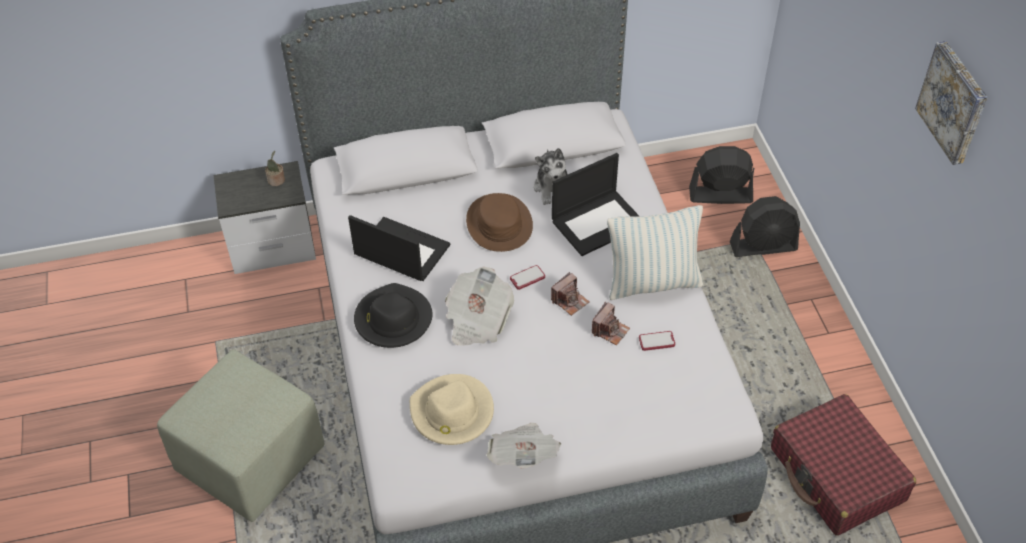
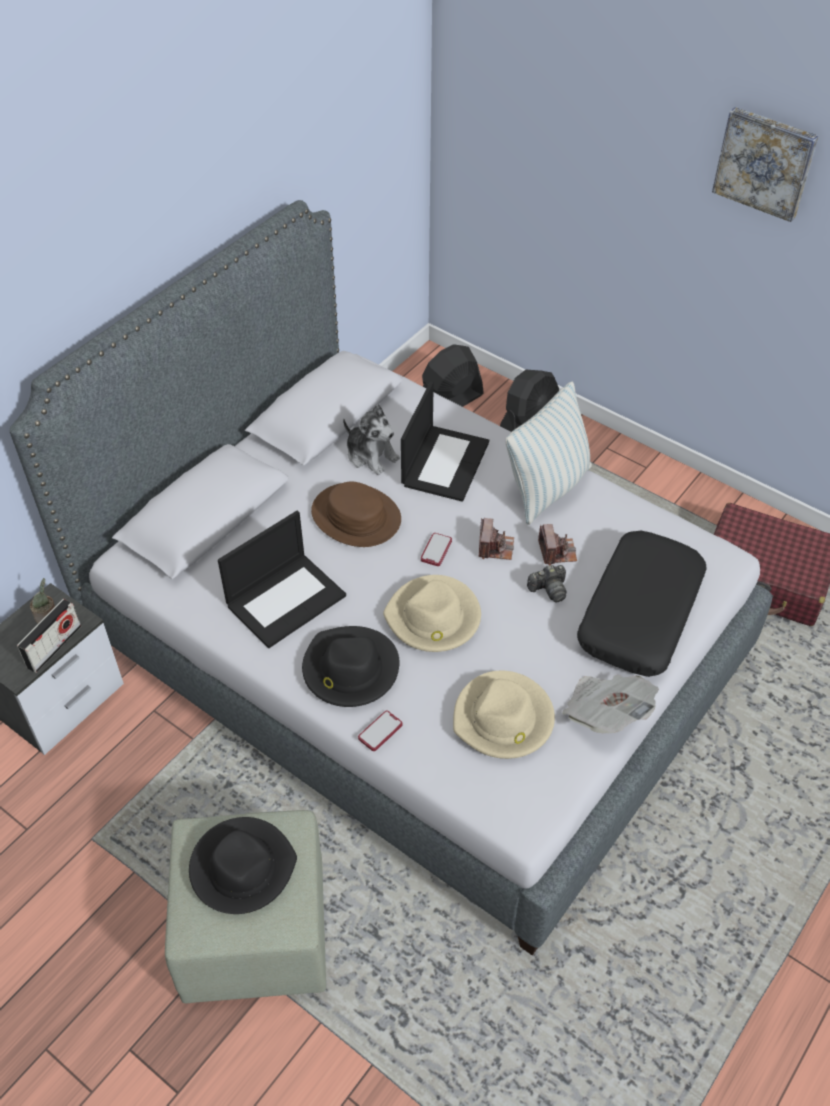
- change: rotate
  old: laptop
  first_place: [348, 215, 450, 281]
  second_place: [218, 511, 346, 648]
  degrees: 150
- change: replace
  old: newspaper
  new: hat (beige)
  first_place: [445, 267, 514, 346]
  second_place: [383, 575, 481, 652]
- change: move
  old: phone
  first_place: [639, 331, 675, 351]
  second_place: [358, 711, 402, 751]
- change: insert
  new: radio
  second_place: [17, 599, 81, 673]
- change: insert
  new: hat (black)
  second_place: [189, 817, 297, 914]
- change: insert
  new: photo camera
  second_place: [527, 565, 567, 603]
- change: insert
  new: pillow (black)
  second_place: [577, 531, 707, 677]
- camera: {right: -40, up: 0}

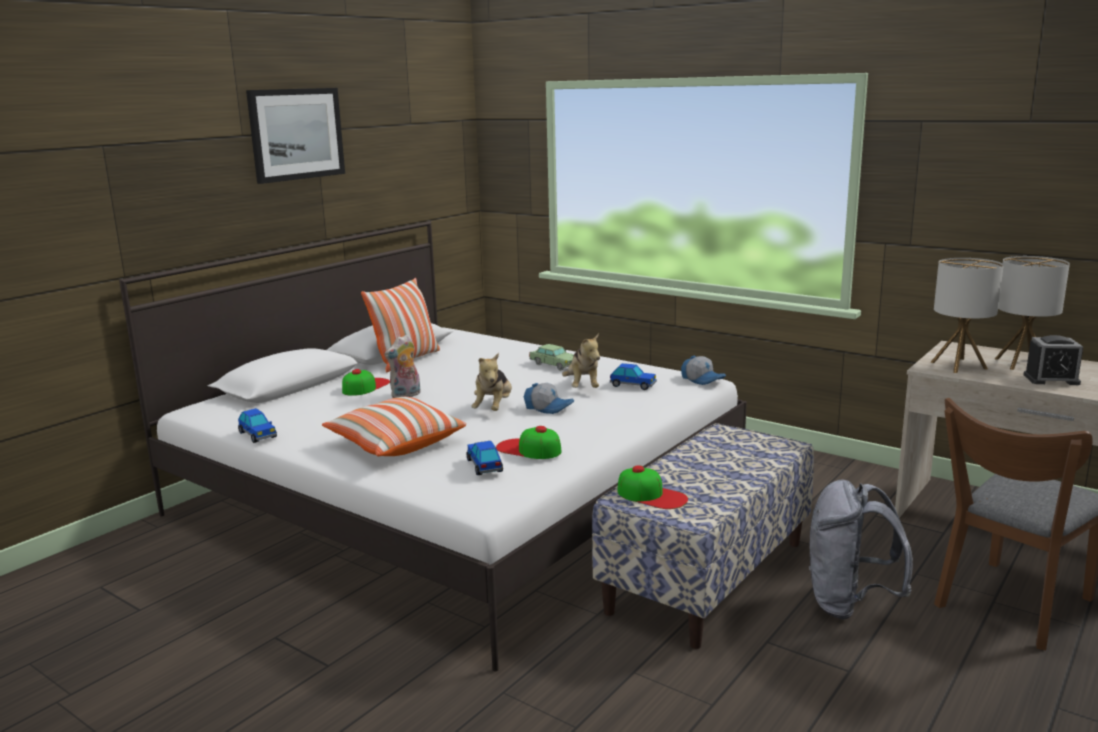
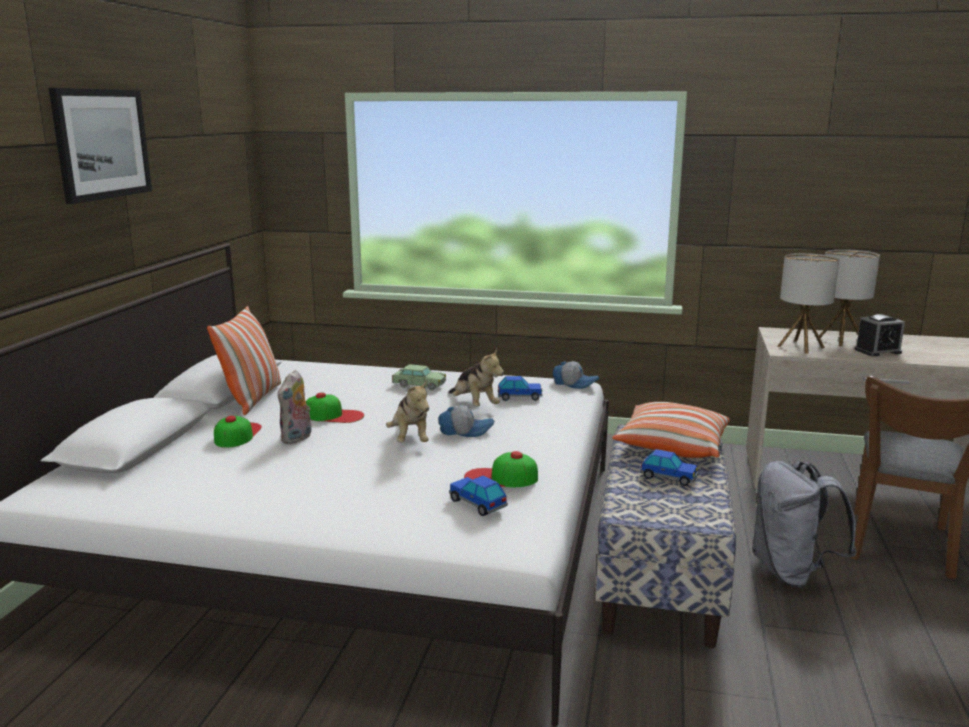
- change: move
  old: toy car
  first_place: [238, 408, 277, 443]
  second_place: [640, 449, 698, 486]
- change: move
  old: pillow
  first_place: [322, 397, 466, 456]
  second_place: [612, 402, 729, 458]
- change: move
  old: cap
  first_place: [617, 465, 688, 509]
  second_place: [306, 393, 364, 423]
- camera: {right: -25, up: 0}

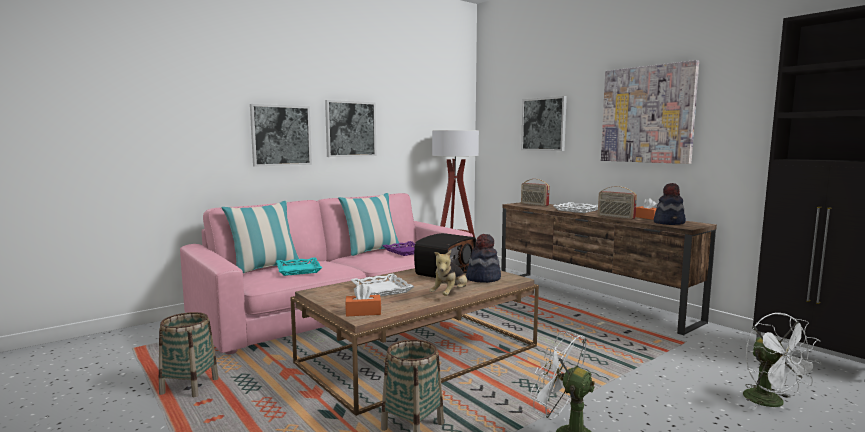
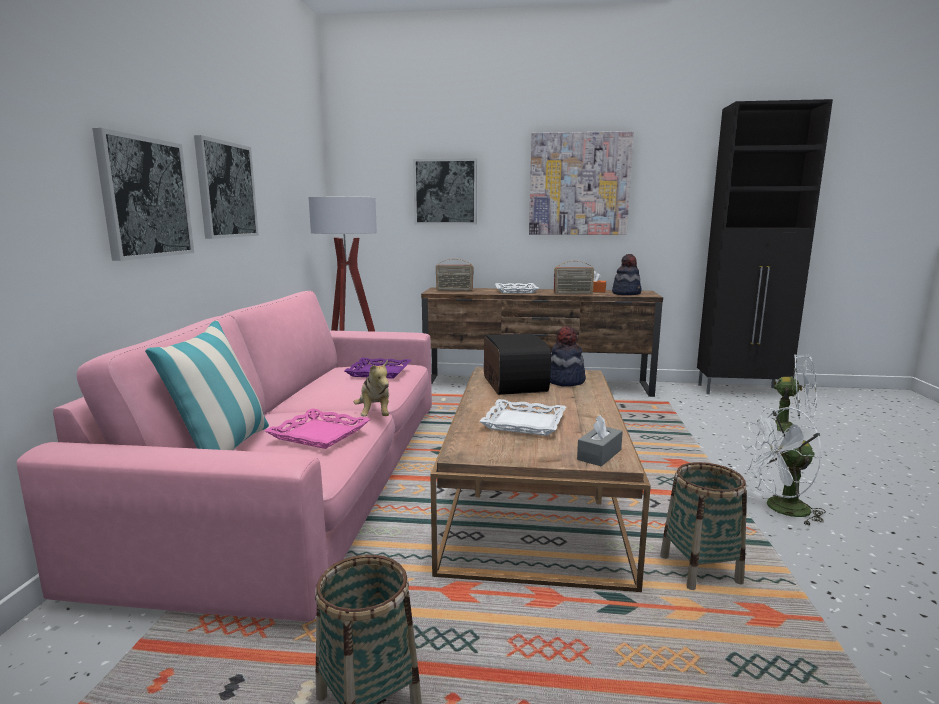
- change: recolor
  old: tray (turquoise)
  new: tray (pink)
  first_place: [276, 257, 322, 276]
  second_place: [265, 408, 370, 449]
- change: delete
  old: pillow
  first_place: [338, 193, 399, 256]
- change: recolor
  old: tissue box (orange)
  new: tissue box (grey)
  first_place: [345, 284, 381, 317]
  second_place: [577, 415, 623, 467]
- change: move
  old: plush toy
  first_place: [429, 250, 467, 296]
  second_place: [354, 360, 389, 416]
- camera: {right: -45, up: 5}

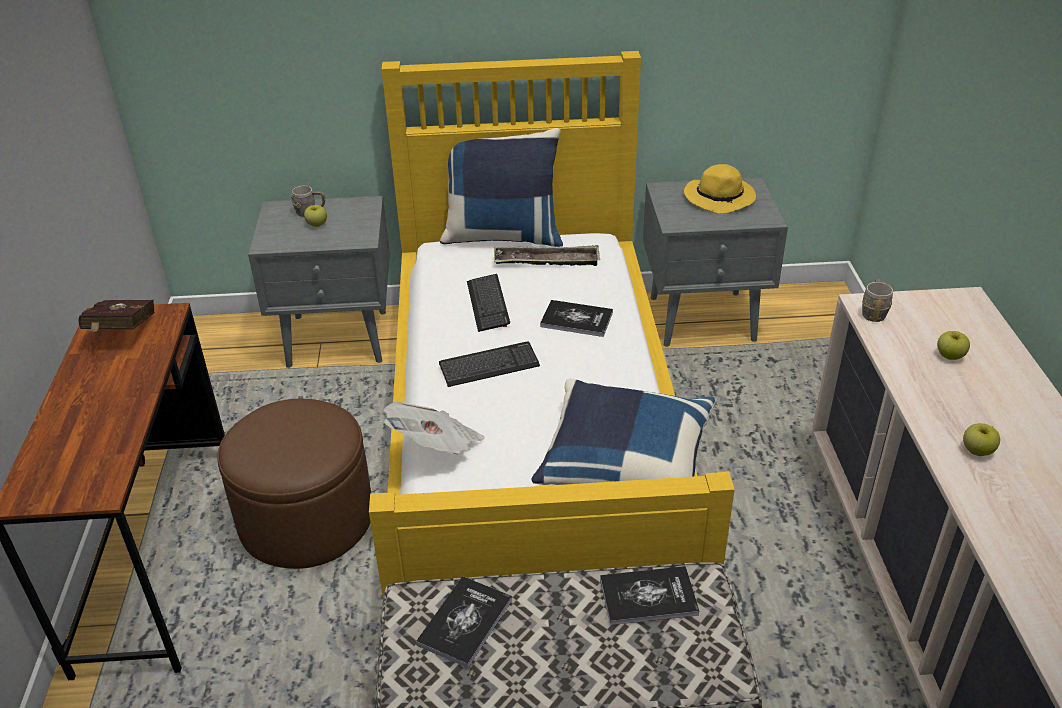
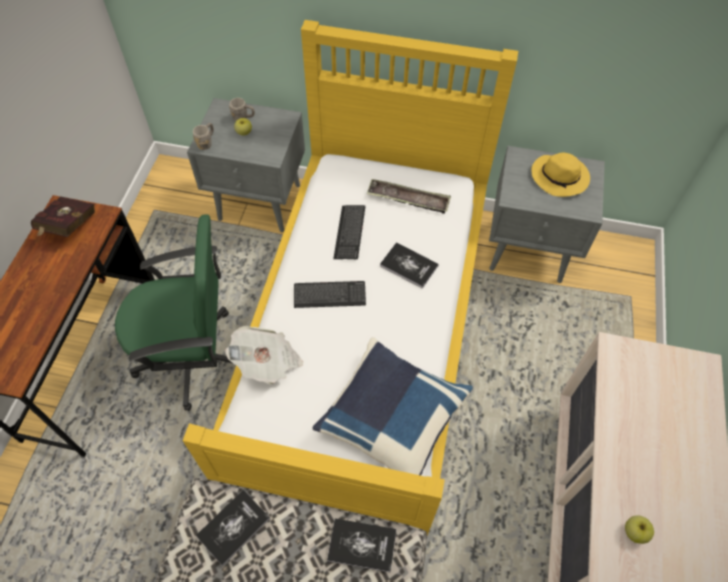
- change: replace
  old: ottoman (brown)
  new: office chair (green)
  first_place: [218, 399, 371, 569]
  second_place: [115, 214, 232, 411]
- change: delete
  old: pillow (blue)
  first_place: [440, 128, 563, 247]
- change: move
  old: mug (grey)
  first_place: [862, 279, 893, 322]
  second_place: [193, 123, 214, 150]
- change: delete
  old: apple
  first_place: [937, 331, 970, 360]
- camera: {right: 15, up: 20}

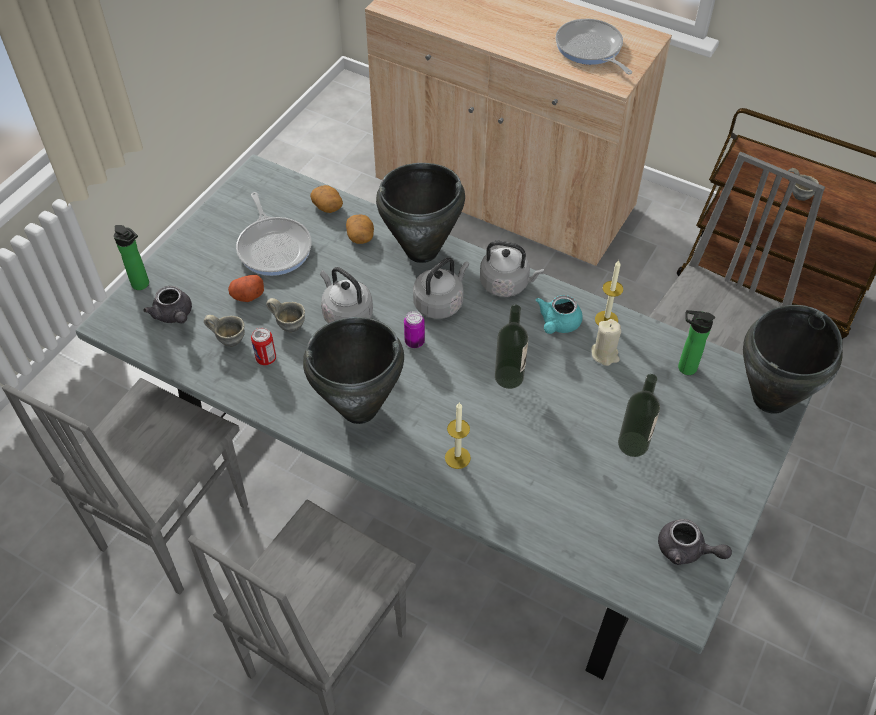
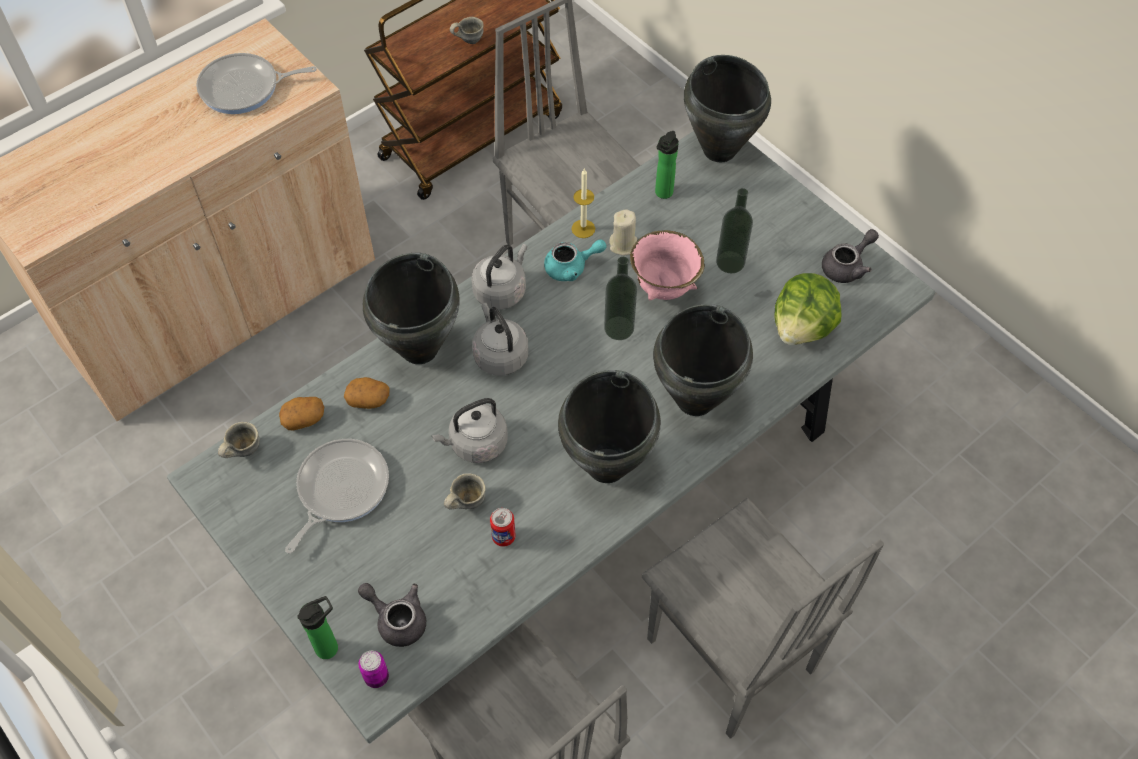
- change: rotate
  old: teapot (grey)
  first_place: [143, 286, 192, 323]
  second_place: [358, 583, 426, 647]
  degrees: -135
- change: move
  old: mug (grey)
  first_place: [204, 315, 245, 347]
  second_place: [218, 422, 260, 458]
- change: delete
  old: potato
  first_place: [228, 275, 264, 302]
- change: rotate
  old: frying pan
  first_place: [236, 192, 311, 276]
  second_place: [285, 439, 389, 554]
  degrees: -60
- change: move
  old: can
  first_place: [404, 311, 425, 348]
  second_place: [358, 651, 389, 688]
- change: replace
  old: candle
  new: cooking pot (black)
  first_place: [445, 402, 471, 469]
  second_place: [653, 304, 753, 416]
- change: rotate
  old: teapot (turquoise)
  first_place: [536, 295, 583, 334]
  second_place: [544, 239, 607, 281]
  degrees: -60
- change: insert
  new: bowl (pink)
  second_place: [630, 230, 705, 300]
- change: insert
  new: lettuce
  second_place: [774, 273, 842, 345]
- camera: {right: -70, up: 5}

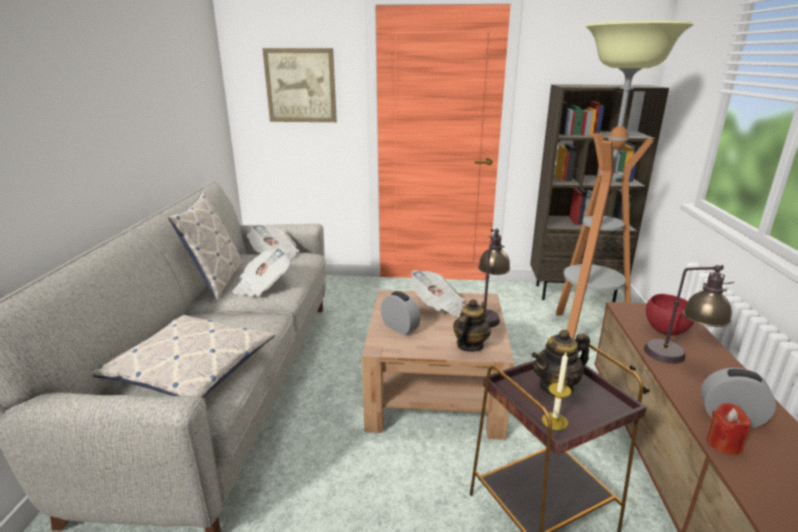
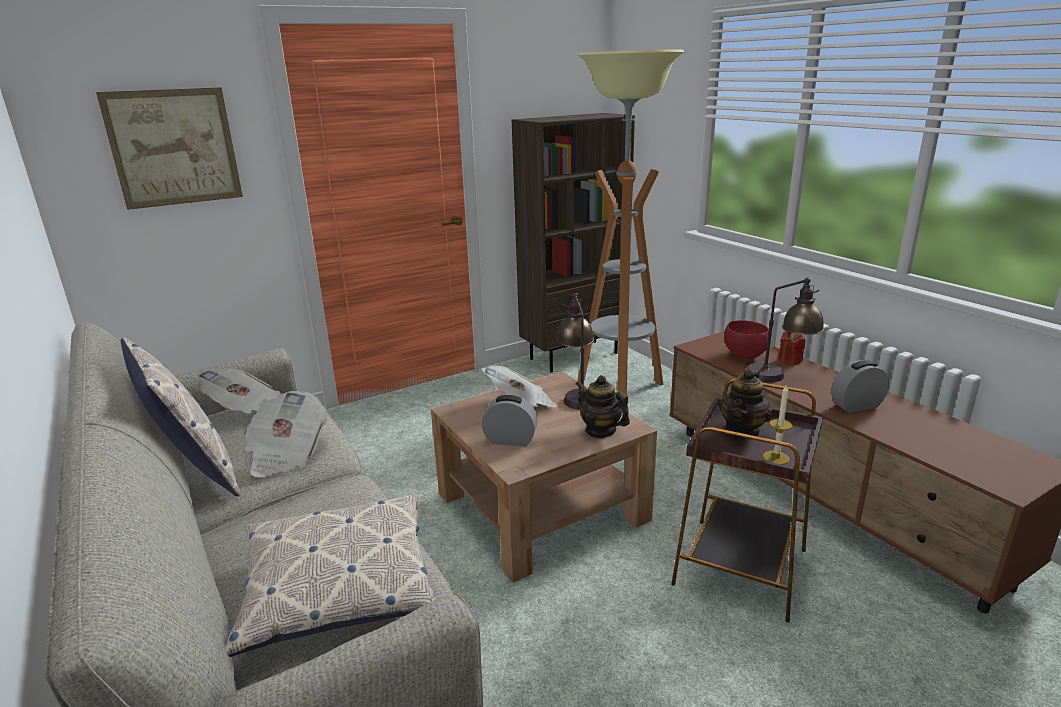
- change: rotate
  old: teapot
  first_place: [453, 299, 491, 352]
  second_place: [576, 375, 630, 438]
  degrees: -45
- change: move
  old: candle (red)
  first_place: [707, 403, 751, 455]
  second_place: [779, 331, 805, 365]
- camera: {right: -35, up: 0}

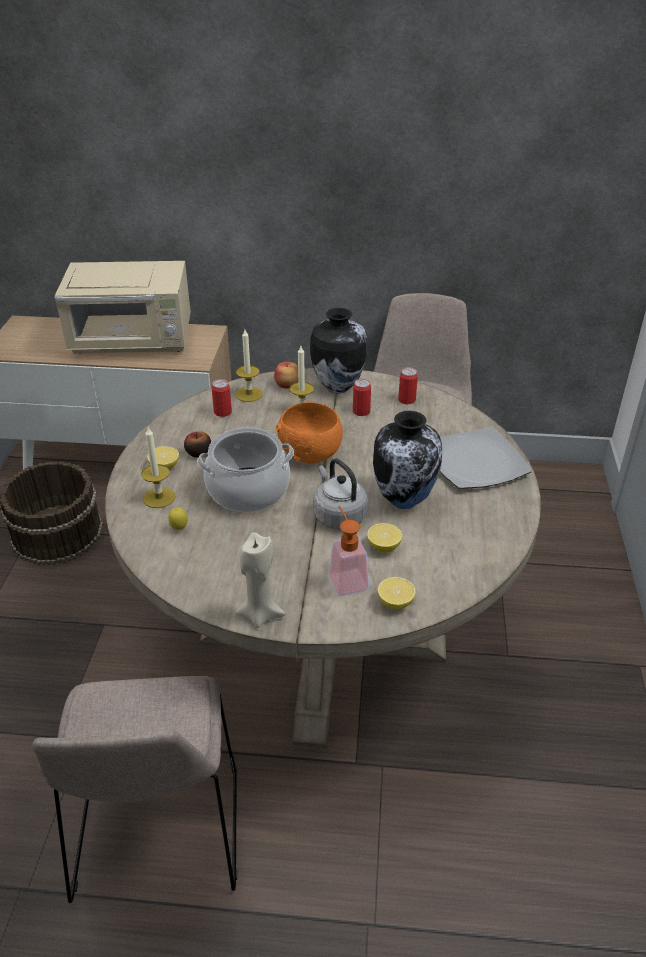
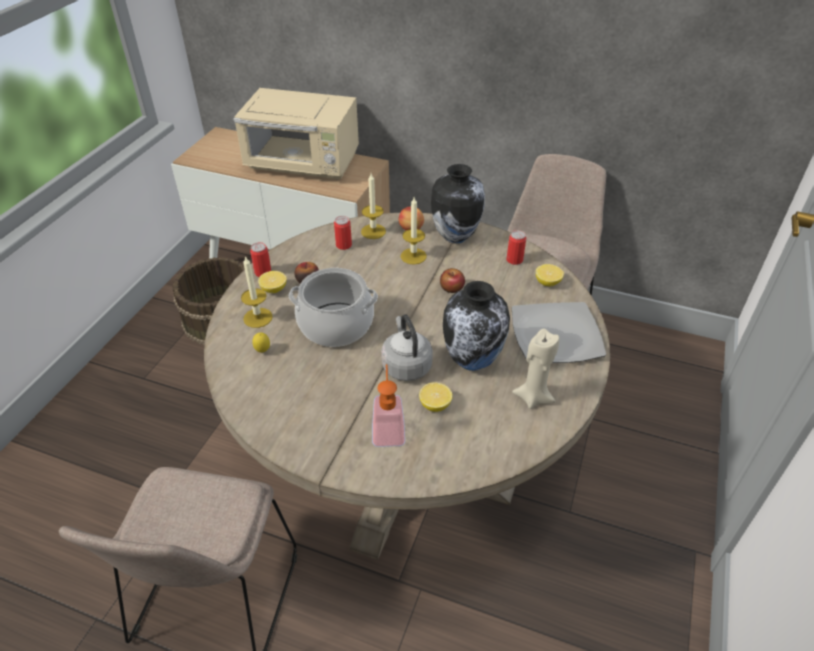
- change: move
  old: candle (beige)
  first_place: [235, 532, 286, 628]
  second_place: [512, 329, 559, 409]
- change: delete
  old: bowl (orange)
  first_place: [276, 402, 343, 463]
- change: move
  old: can
  first_place: [353, 379, 371, 416]
  second_place: [250, 242, 272, 277]
- change: move
  old: lemon
  first_place: [378, 577, 416, 609]
  second_place: [536, 264, 564, 286]
- change: insert
  new: apple
  second_place: [440, 268, 465, 293]
- camera: {right: 15, up: 5}

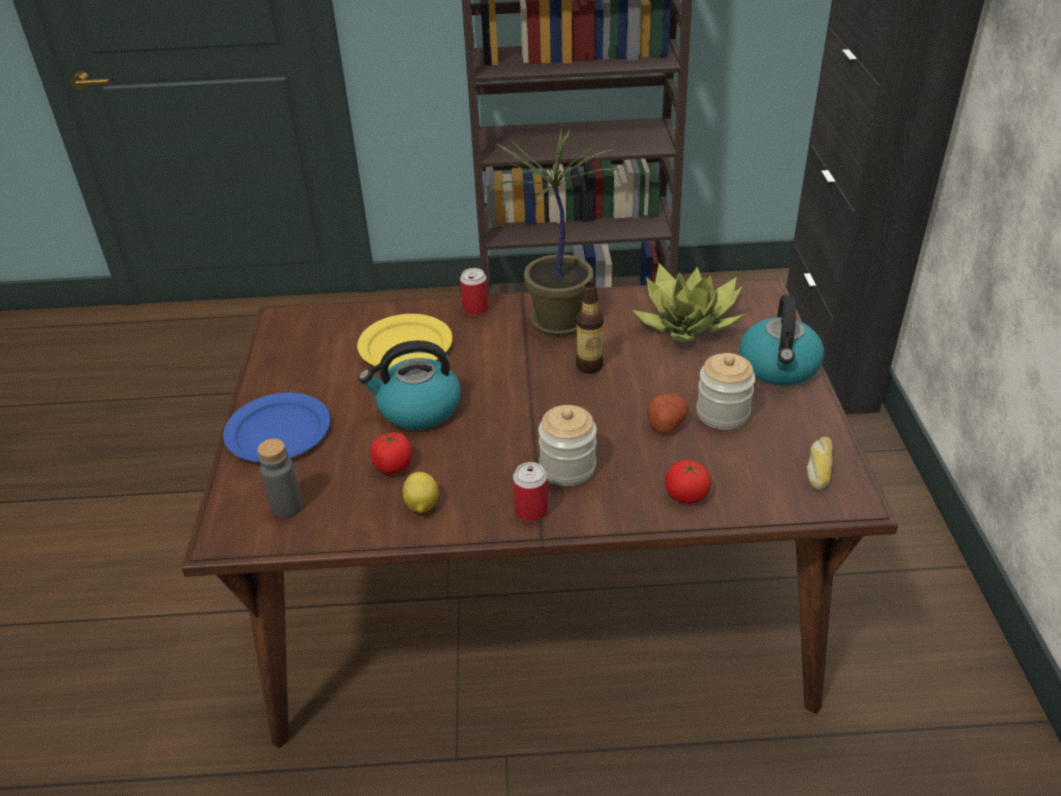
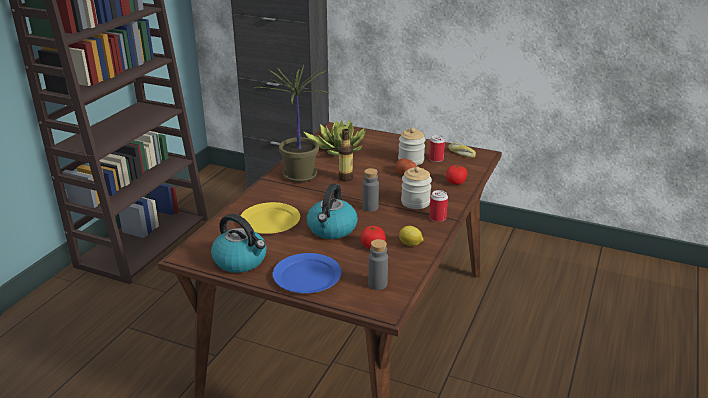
- change: move
  old: can
  first_place: [460, 268, 489, 316]
  second_place: [429, 135, 445, 162]
- change: move
  old: kettle
  first_place: [739, 295, 824, 385]
  second_place: [211, 214, 267, 273]
- change: insert
  new: bottle (grey)
  second_place: [363, 168, 379, 212]
- camera: {right: -65, up: -10}

